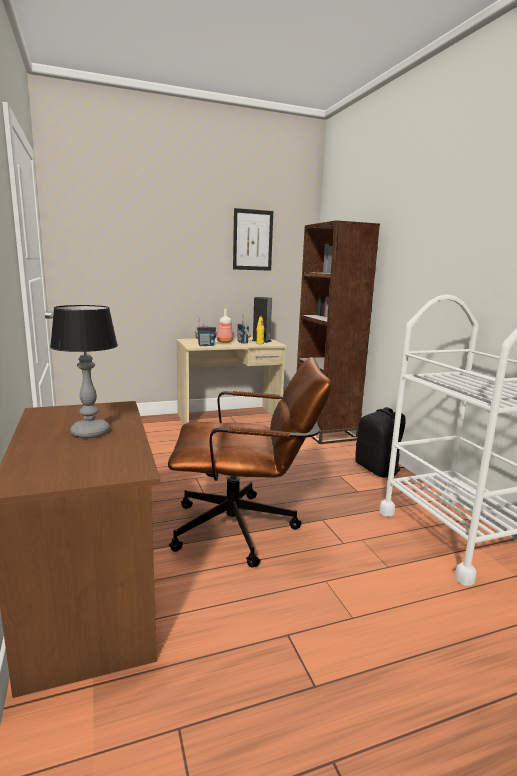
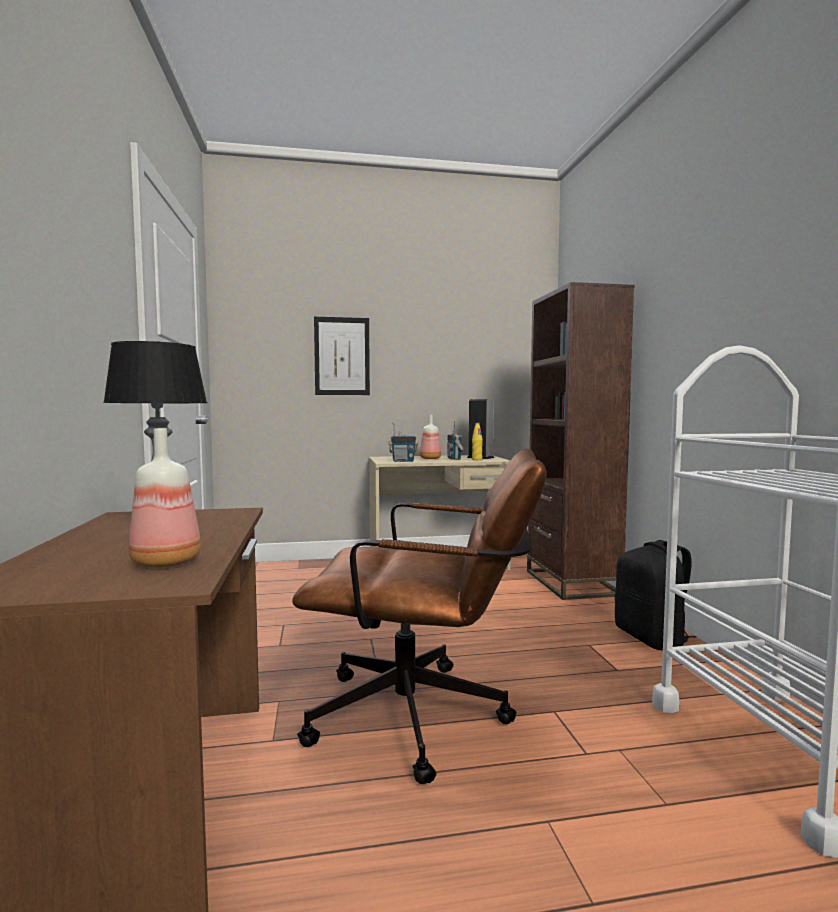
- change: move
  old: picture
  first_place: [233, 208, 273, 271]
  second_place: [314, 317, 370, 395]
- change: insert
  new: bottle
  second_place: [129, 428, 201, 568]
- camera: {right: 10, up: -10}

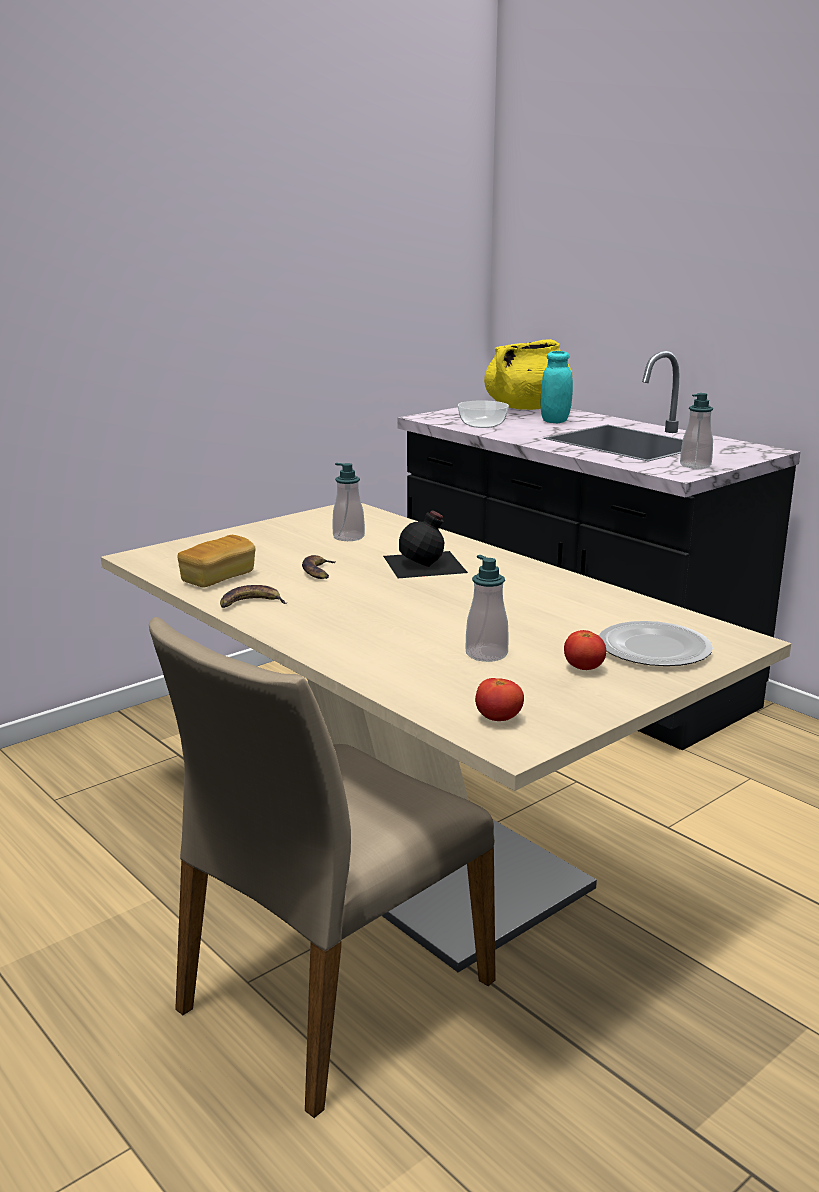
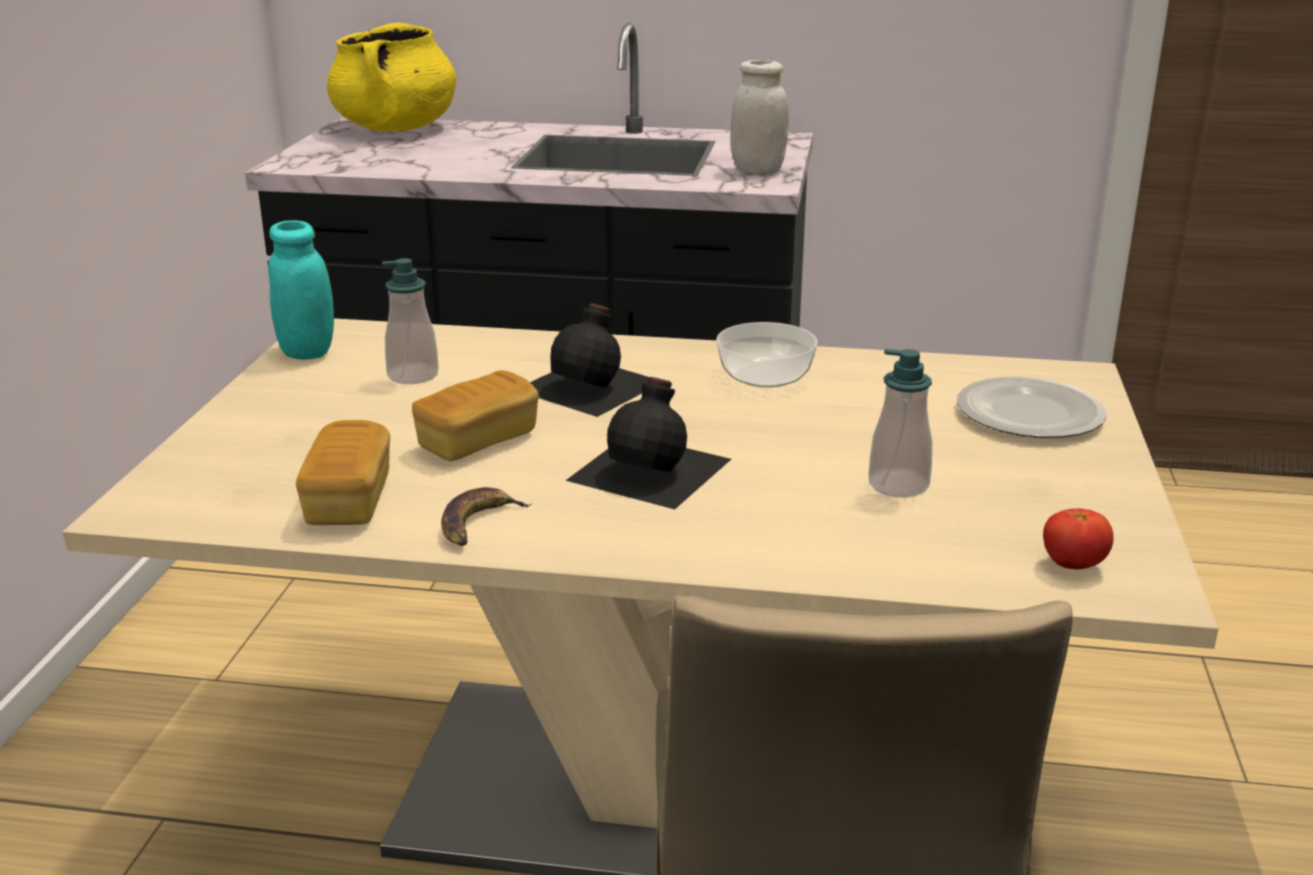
- change: replace
  old: banana
  new: bread
  first_place: [302, 555, 336, 579]
  second_place: [412, 370, 539, 461]
- change: move
  old: bowl
  first_place: [458, 400, 509, 428]
  second_place: [716, 322, 818, 388]
- change: move
  old: jar (turquoise)
  first_place: [540, 351, 573, 423]
  second_place: [268, 220, 334, 360]
- change: delete
  old: tomato
  first_place: [564, 630, 606, 670]
- change: replace
  old: soap dispenser
  new: jar (white)
  first_place: [680, 393, 713, 469]
  second_place: [731, 60, 789, 174]
- change: insert
  new: bottle (black)
  second_place: [565, 377, 731, 509]
- camera: {right: -40, up: 5}

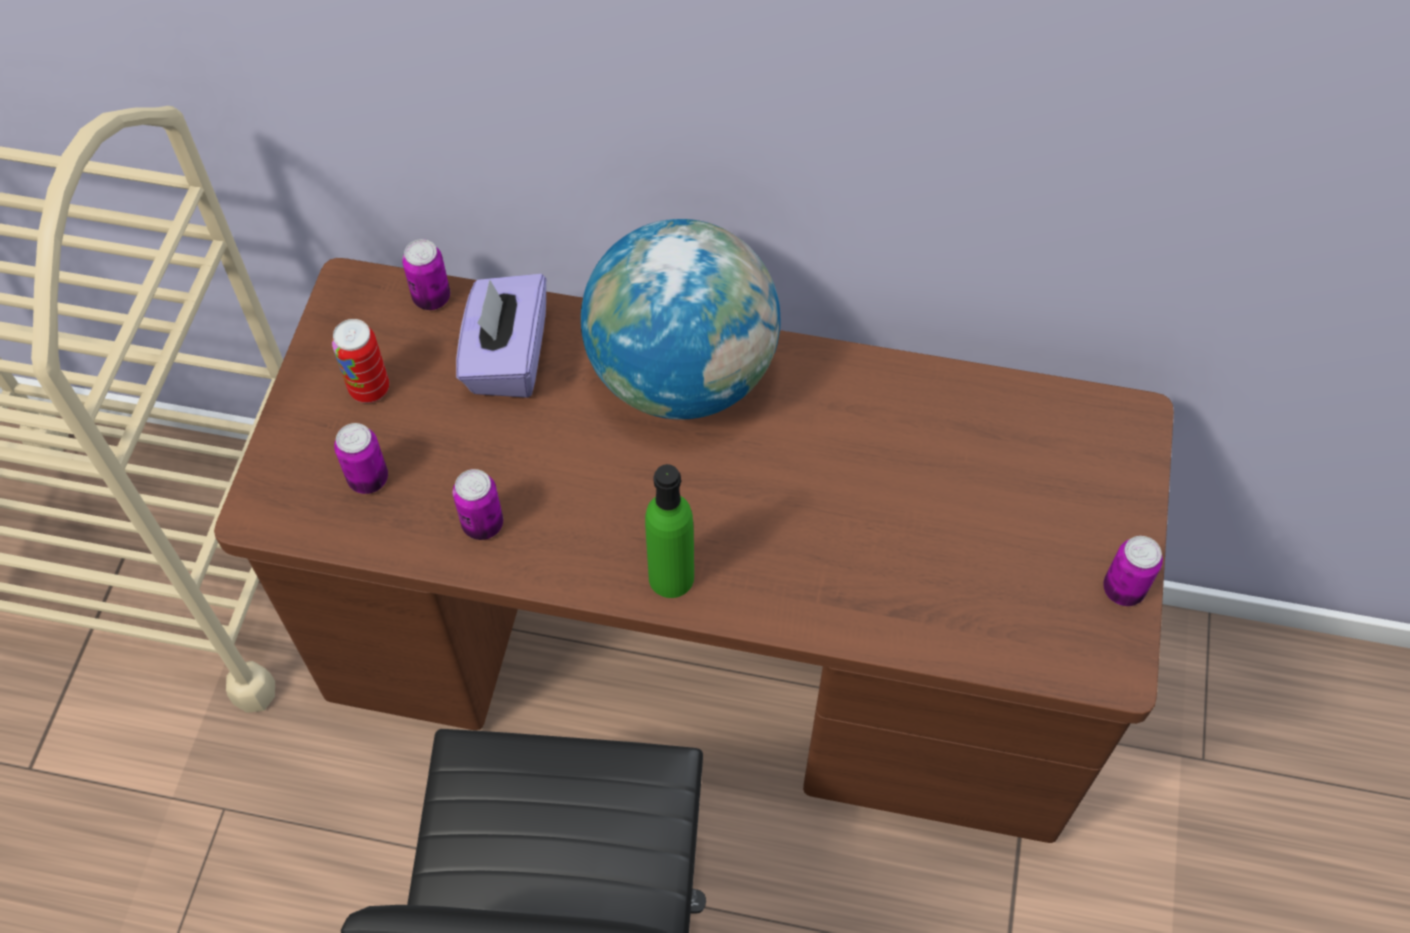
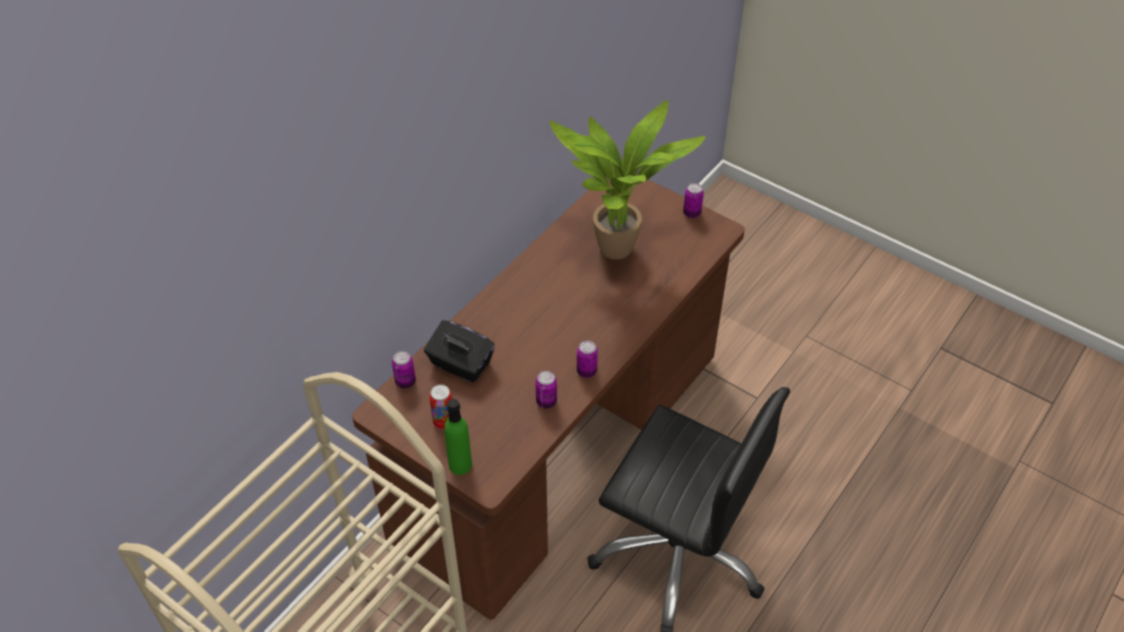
- change: move
  old: can
  first_place: [334, 423, 388, 494]
  second_place: [577, 341, 598, 378]
- change: recolor
  old: tissue box (purple)
  new: tissue box (black)
  first_place: [456, 274, 546, 398]
  second_place: [424, 320, 495, 382]
- change: delete
  old: globe
  first_place: [581, 219, 780, 420]
- change: move
  old: bottle (green)
  first_place: [645, 464, 694, 598]
  second_place: [444, 399, 472, 475]
- change: insert
  new: potted plant
  second_place: [550, 100, 706, 260]
- camera: {right: -65, up: -10}

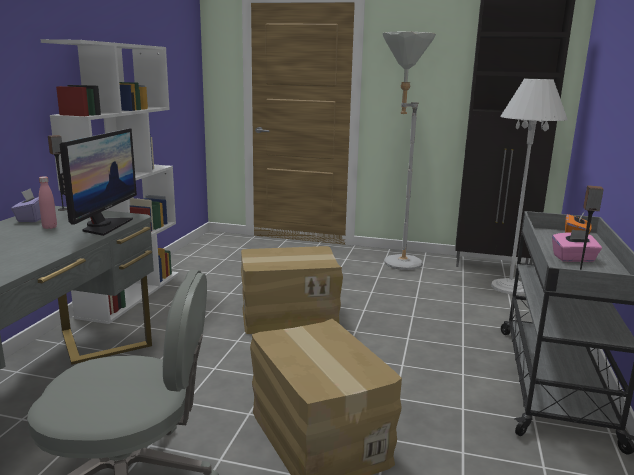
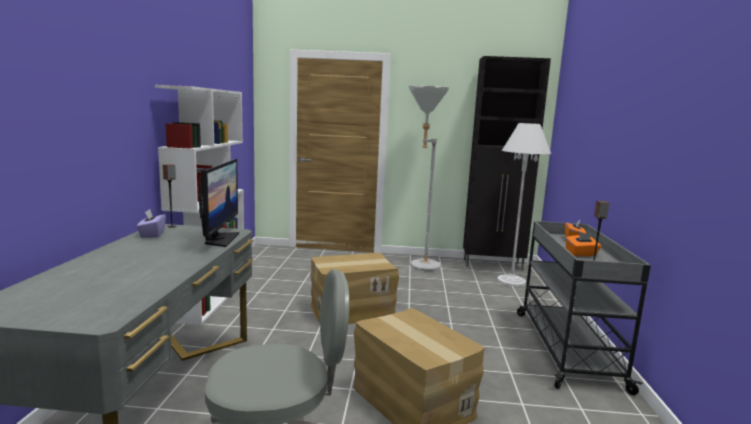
- change: delete
  old: bottle (pink)
  first_place: [39, 176, 57, 229]
- change: recolor
  old: tissue box (pink)
  new: tissue box (orange)
  first_place: [552, 230, 602, 262]
  second_place: [565, 233, 601, 257]
- camera: {right: -10, up: -5}

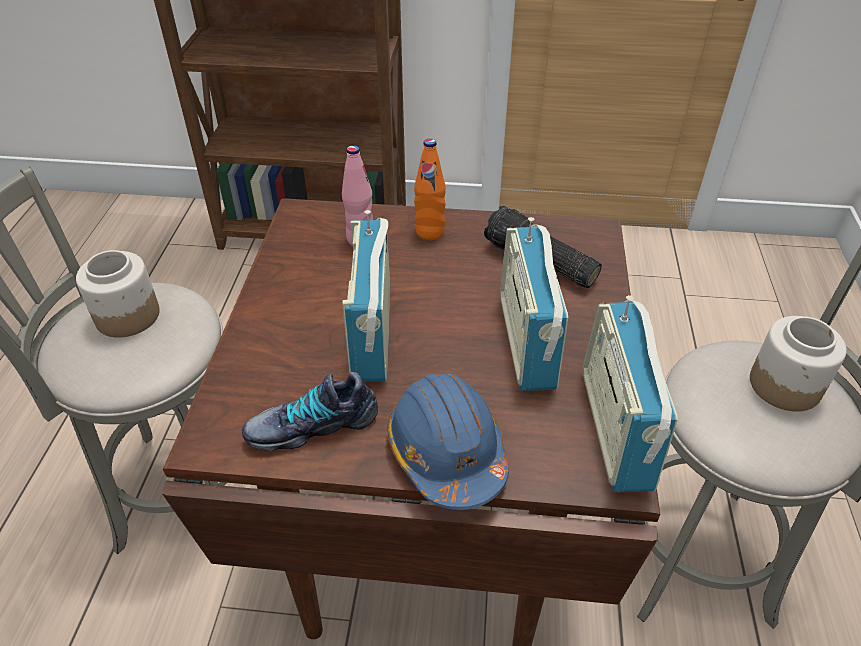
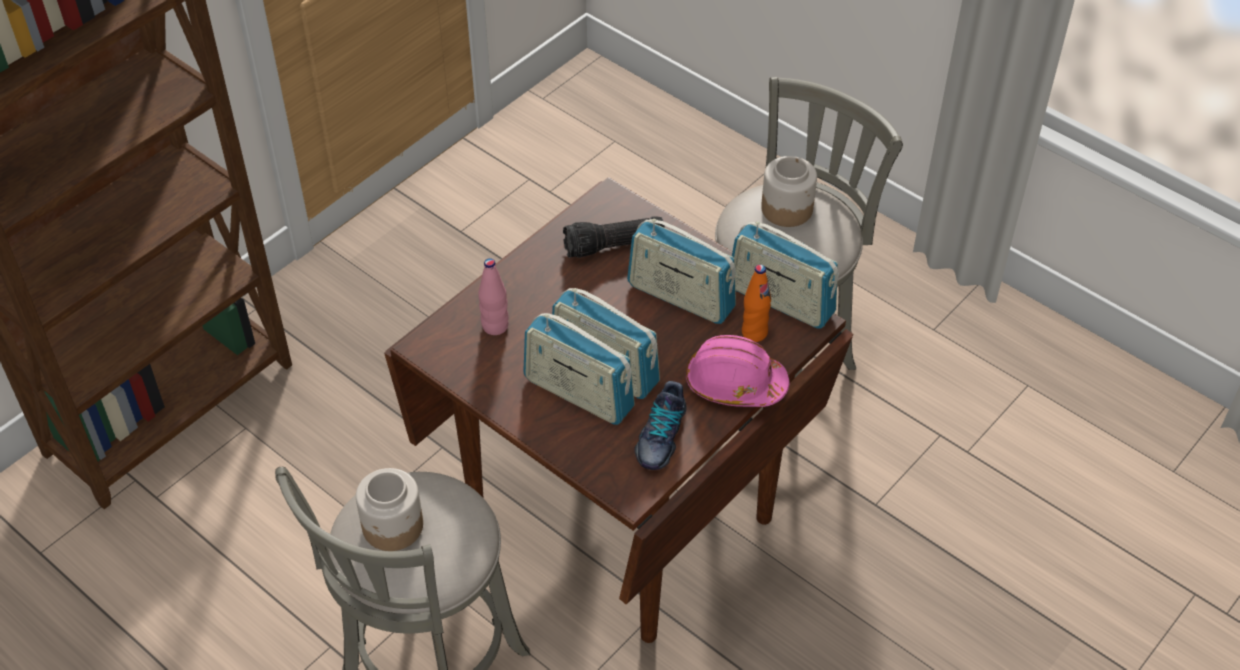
- change: recolor
  old: hard hat (blue)
  new: hard hat (pink)
  first_place: [387, 374, 509, 510]
  second_place: [686, 335, 790, 407]
- change: move
  old: bottle (orange)
  first_place: [414, 138, 446, 240]
  second_place: [742, 264, 771, 342]
- change: insert
  new: radio
  second_place: [523, 313, 635, 425]
- camera: {right: -55, up: 5}

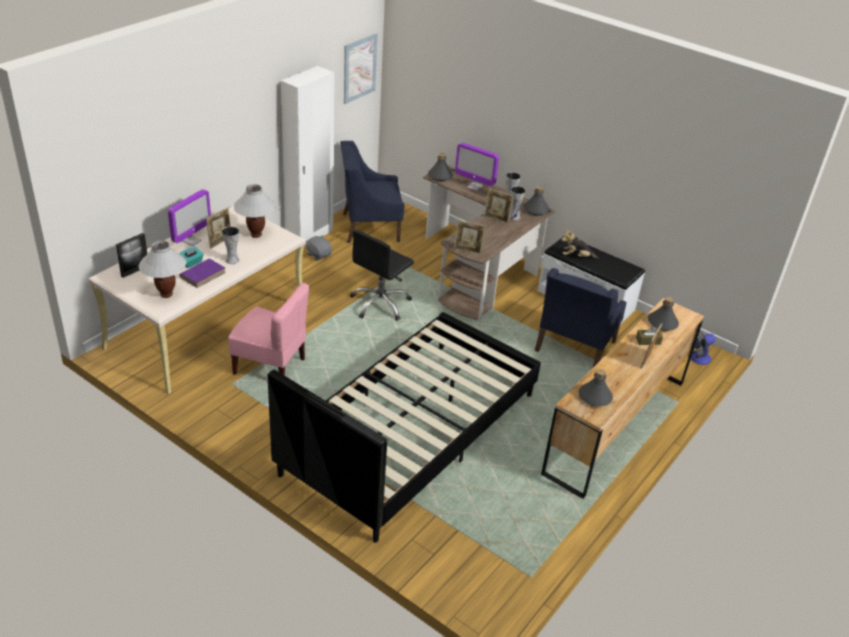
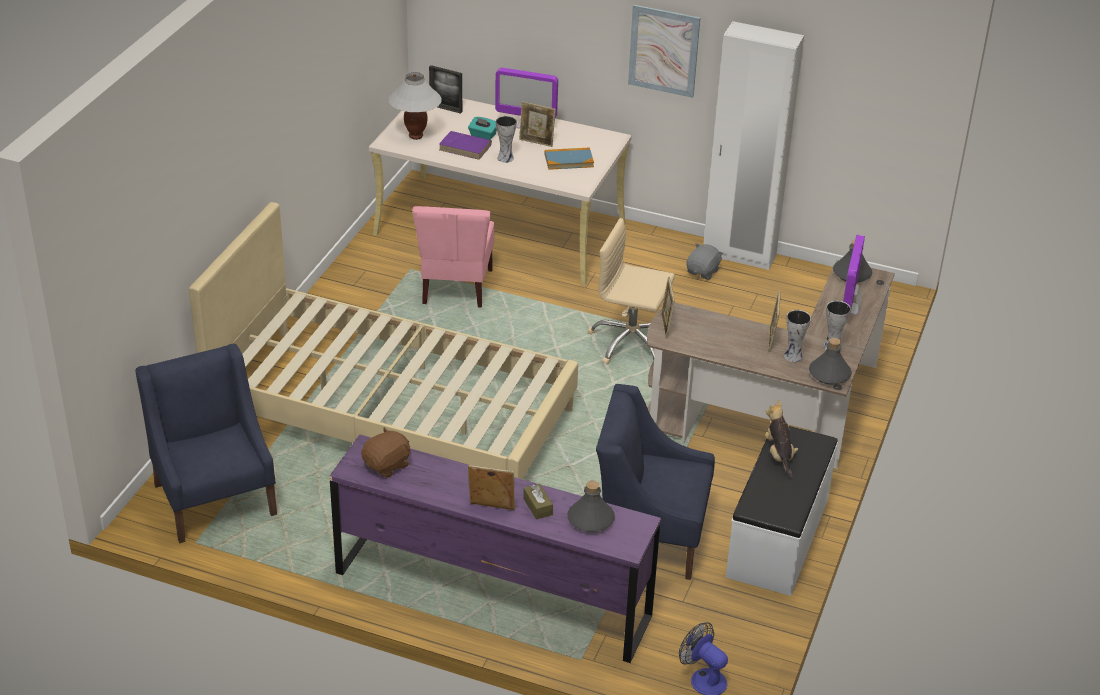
- change: replace
  old: table lamp (white)
  new: book
  first_place: [234, 184, 276, 238]
  second_place: [545, 147, 594, 170]
- change: recolor
  old: bed (black)
  new: bed (beige)
  first_place: [268, 312, 541, 543]
  second_place: [189, 202, 578, 479]
- change: move
  old: armchair (blue)
  first_place: [340, 141, 404, 243]
  second_place: [136, 344, 277, 543]
- change: move
  old: picture
  first_place: [344, 34, 378, 104]
  second_place: [628, 5, 700, 98]
- change: recolor
  old: office chair (black)
  new: office chair (beige)
  first_place: [350, 229, 414, 321]
  second_place: [587, 218, 675, 365]
- change: recolor
  old: dresser (brown)
  new: dresser (purple)
  first_place: [541, 298, 704, 499]
  second_place: [329, 435, 661, 663]
- change: replace
  old: bottle (grey)
  new: plush toy (brown)
  first_place: [579, 369, 613, 407]
  second_place: [361, 427, 411, 478]
- camera: {right: 75, up: 0}

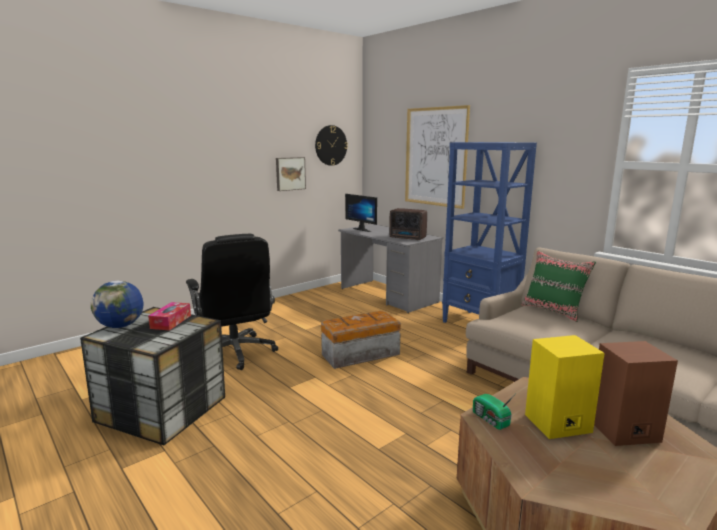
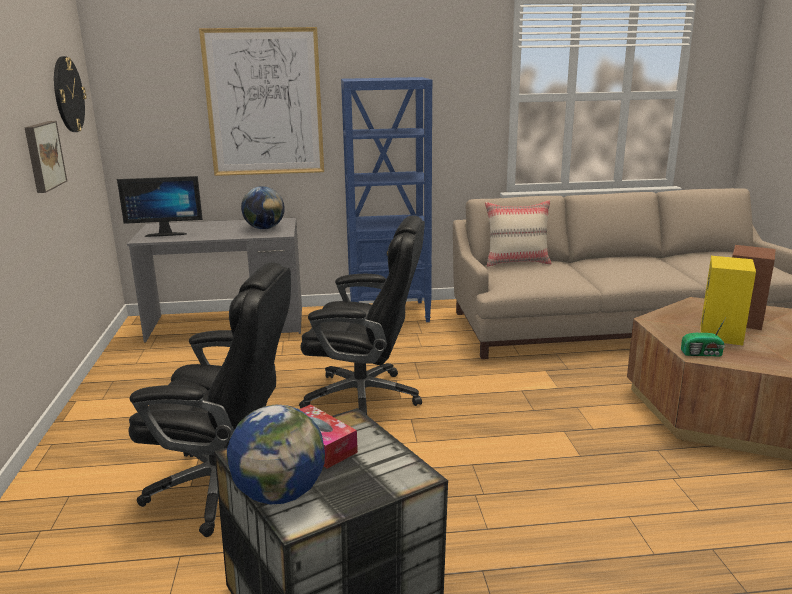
- change: replace
  old: storage box
  new: office chair (black)
  first_place: [321, 311, 401, 369]
  second_place: [299, 216, 425, 415]
- change: replace
  old: radio
  new: globe
  first_place: [389, 208, 427, 240]
  second_place: [241, 186, 285, 229]
- change: recolor
  old: pillow (green)
  new: pillow (beige)
  first_place: [522, 251, 596, 322]
  second_place: [485, 200, 552, 267]
- camera: {right: -55, up: 5}

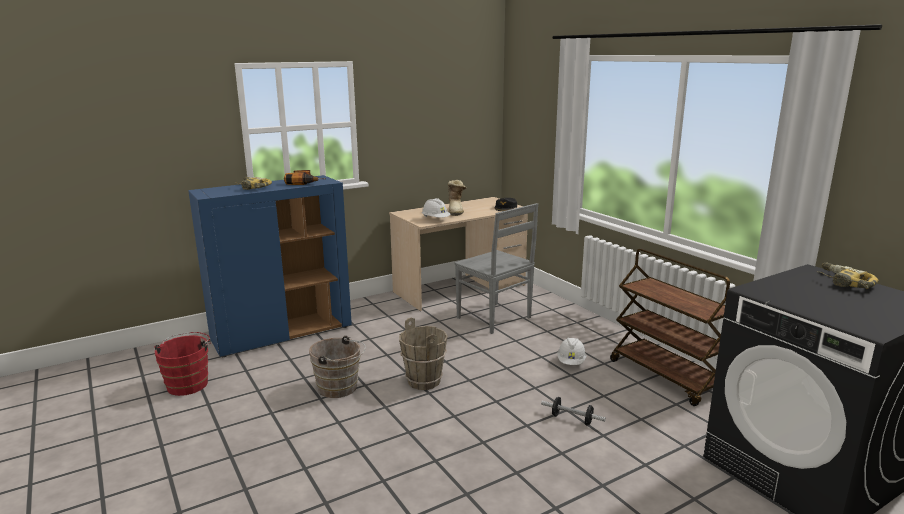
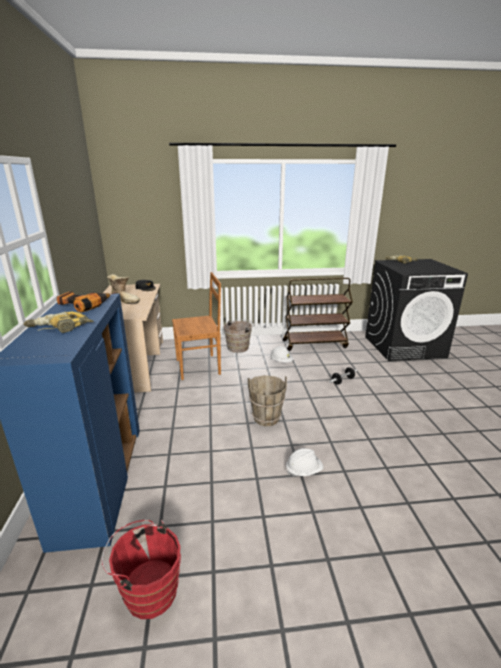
- change: move
  old: bucket (brown)
  first_place: [309, 336, 366, 398]
  second_place: [224, 319, 255, 353]
- change: move
  old: hard hat (white)
  first_place: [422, 198, 450, 218]
  second_place: [286, 448, 323, 476]
- change: recolor
  old: chair (grey)
  new: chair (brown)
  first_place: [454, 203, 538, 334]
  second_place: [172, 272, 221, 380]
- camera: {right: -65, up: 5}

